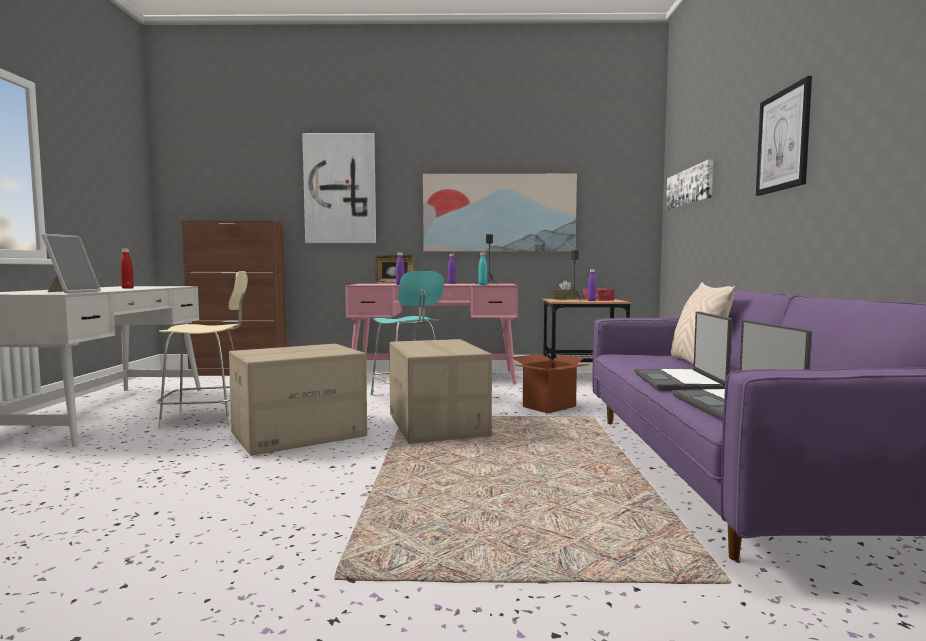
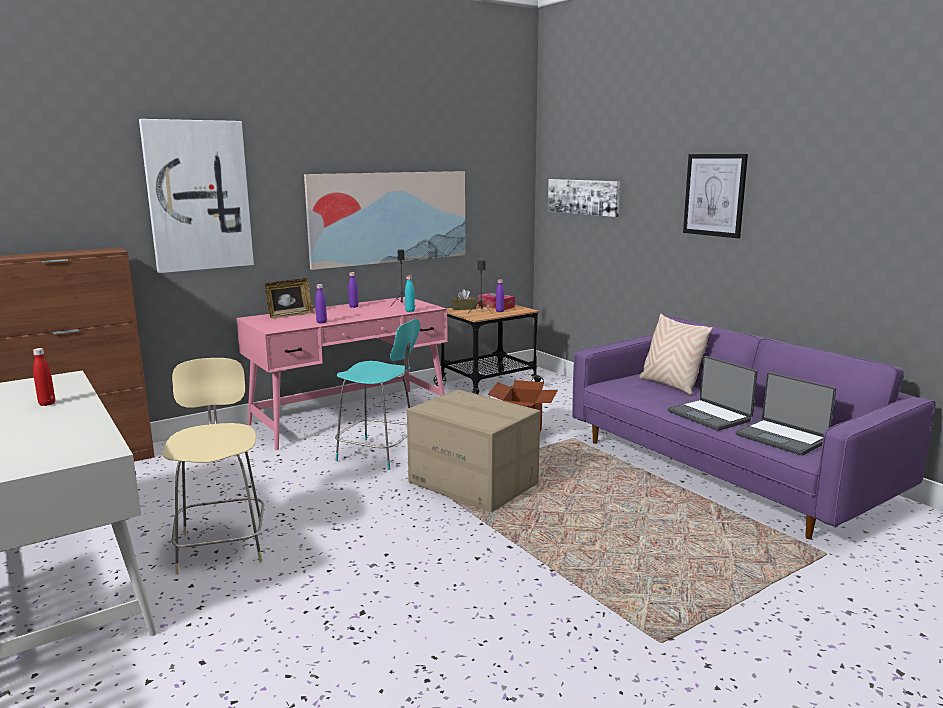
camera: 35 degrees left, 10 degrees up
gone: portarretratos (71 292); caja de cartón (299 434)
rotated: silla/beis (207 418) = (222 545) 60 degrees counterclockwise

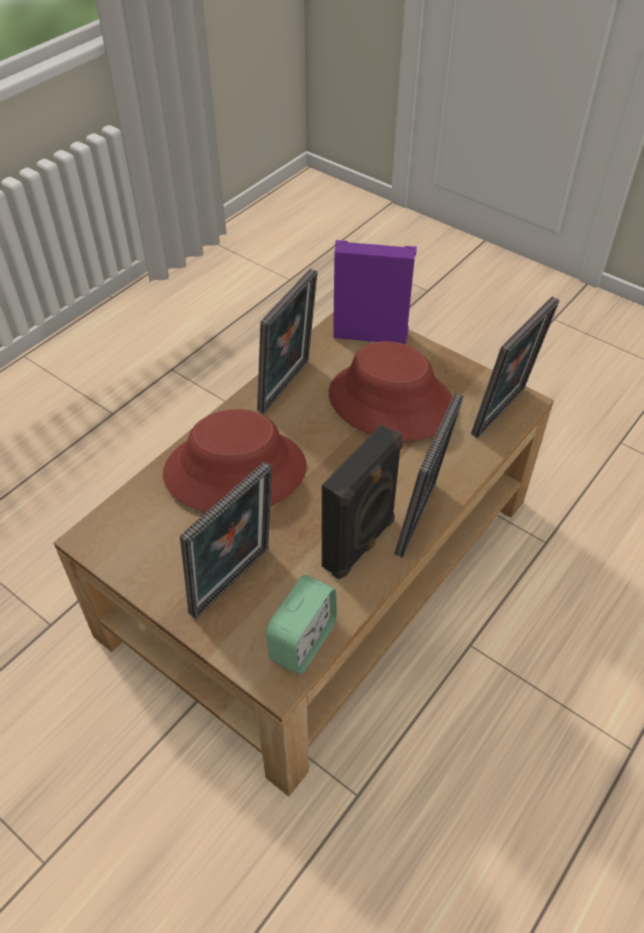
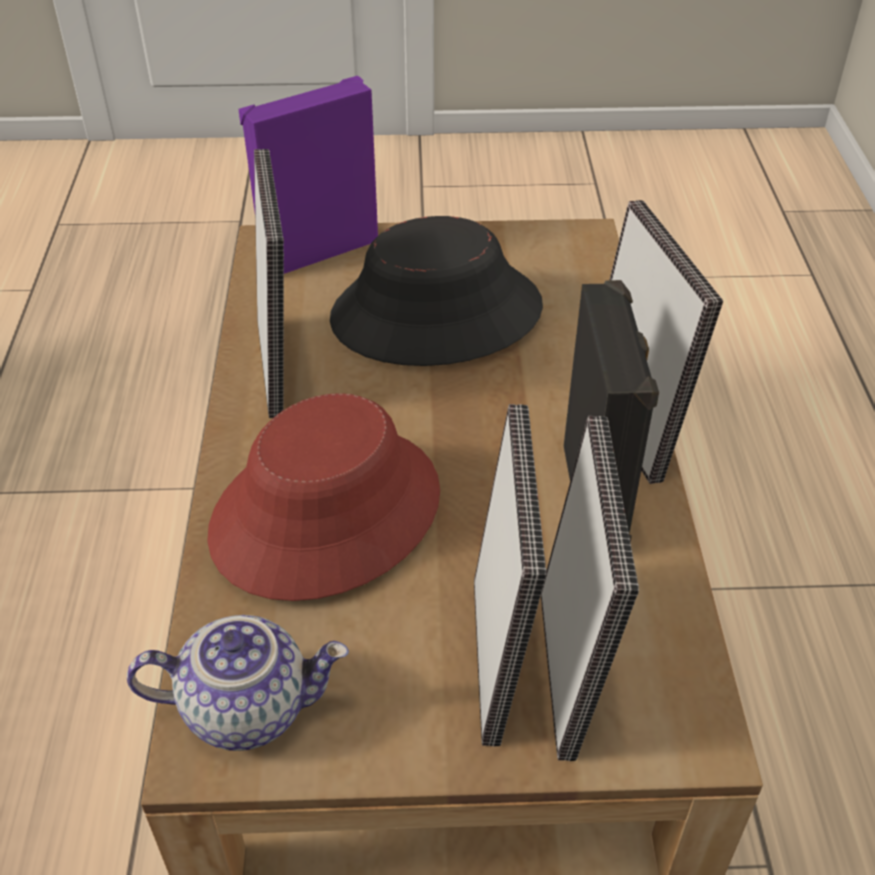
camera: 40 degrees left, 5 degrees down
gone: despertador (303 641)
new: tetera (248 706)
shifted: portarretratos (503 413) to (570 672)
repainted: sombrero/rojo (390 402) to sombrero/negro (436 314)

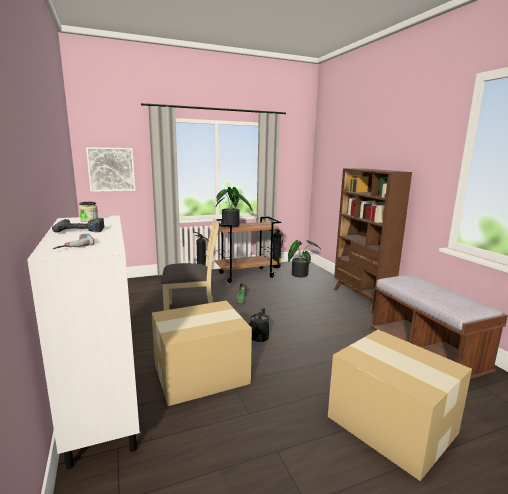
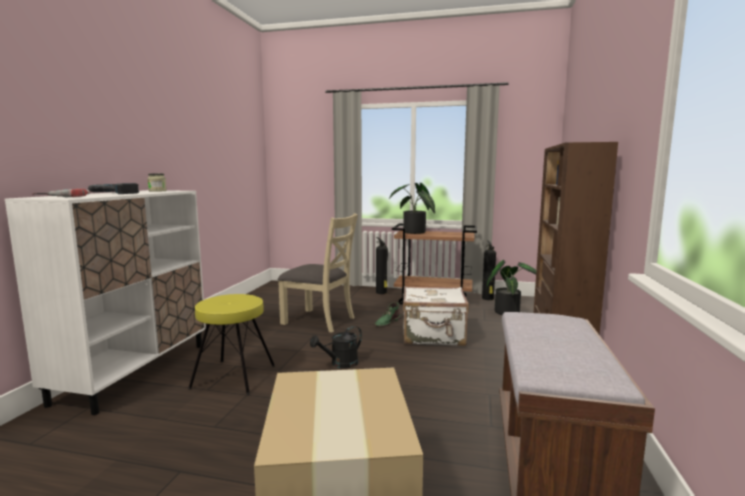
camera: 35 degrees right, 5 degrees down
gone: cuadro (111 169)
new: maleta/blanco (433 336)
swapped: caja de cartón (199 374) to taburete/amarillo (233 376)

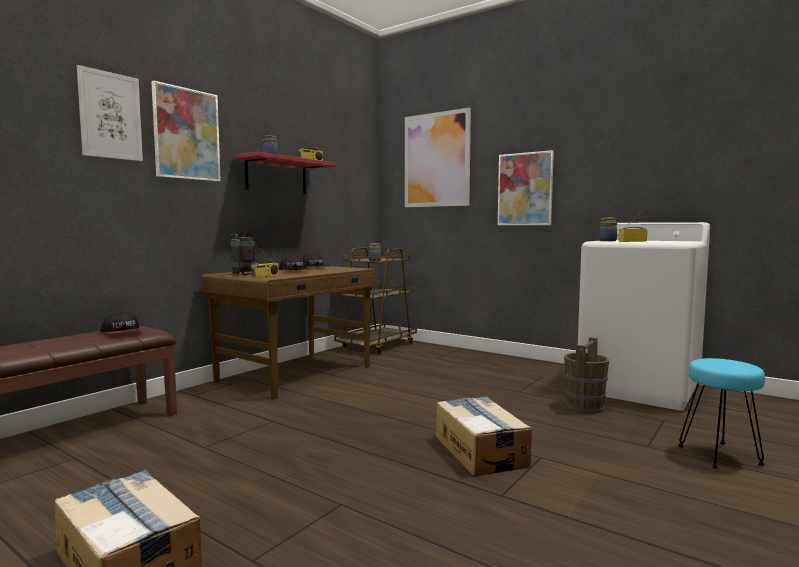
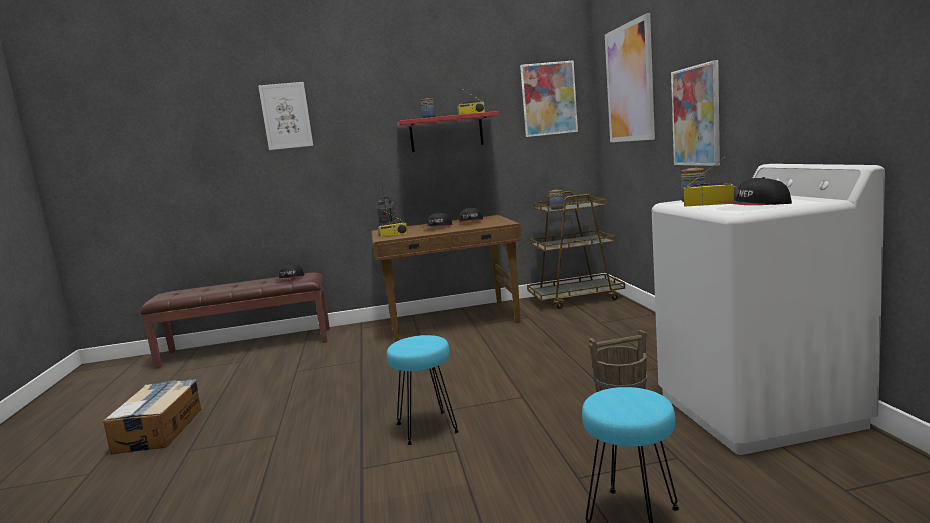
camera: 45 degrees right, 5 degrees up
new: gorra (753 206)
shifted: cuadro (186 134) to (549 99)
swapped: caja de cartón (480 451) to taburete/turquesa (428 428)

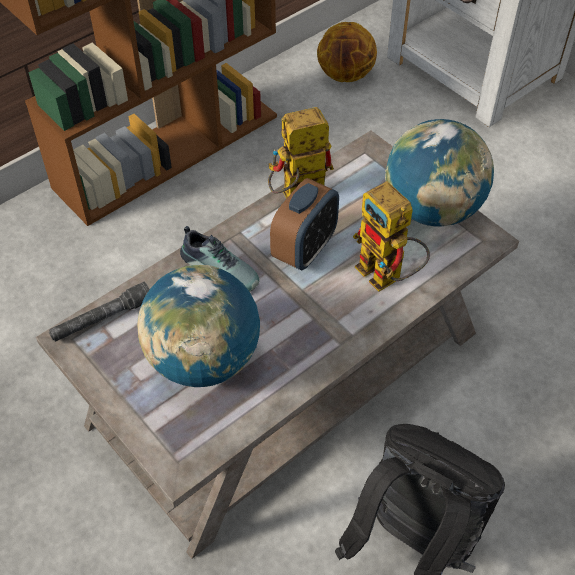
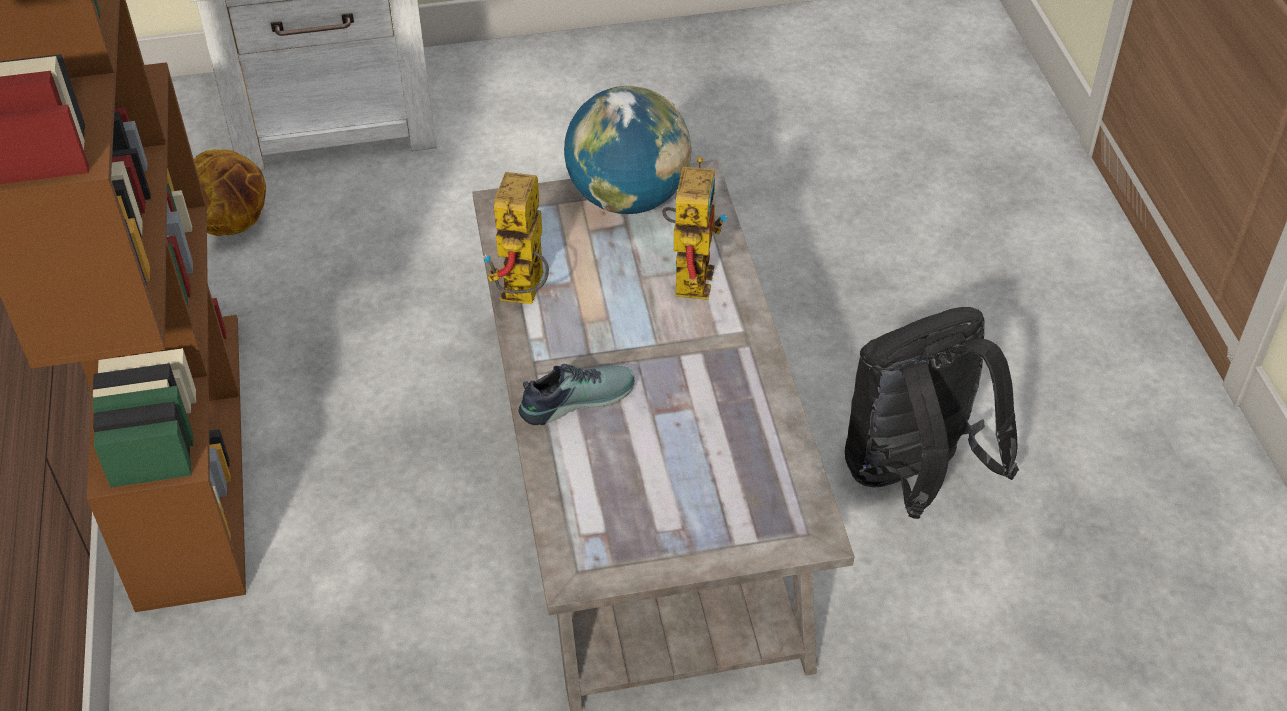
camera: 60 degrees left, 5 degrees down
gone: despertador (304 249); globo terráqueo (203 359); linterna/gris (102 319)
rotated: robot de juguete (387 277) = (690 272) 75 degrees counterclockwise

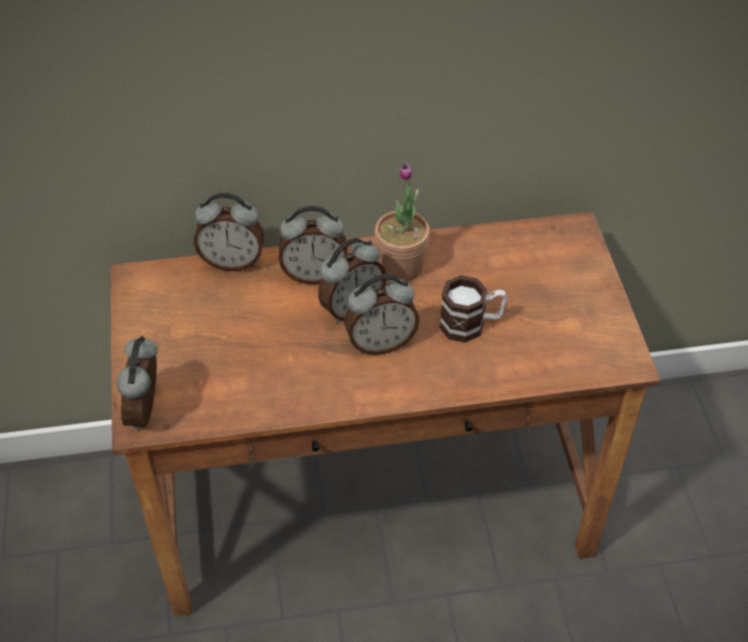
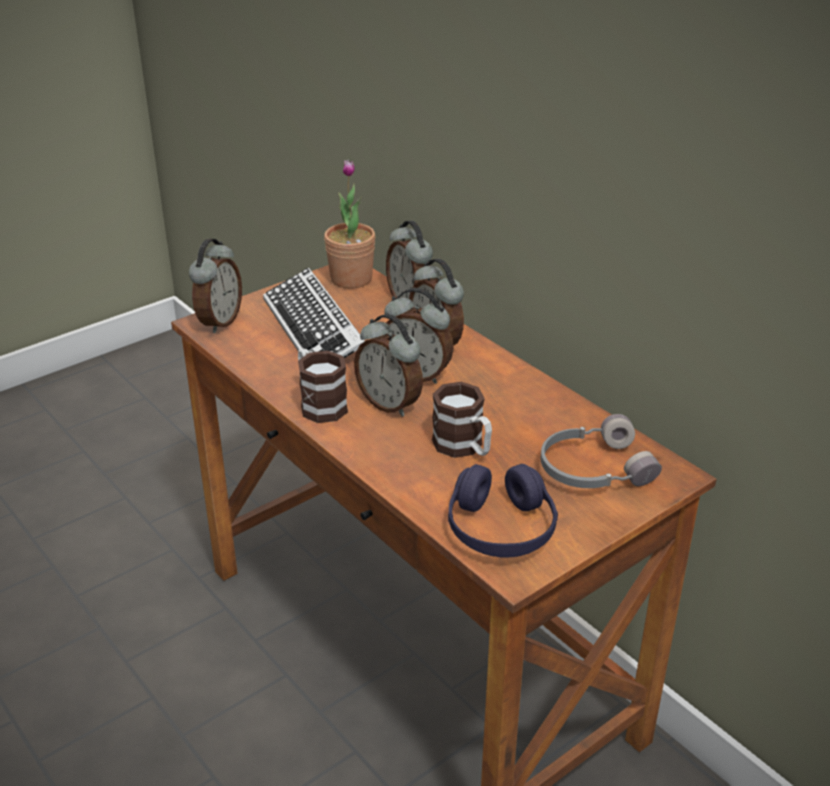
camera: 60 degrees right, 15 degrees down
new: teclado (314 329); taza grande (319 403); auriculares/gris (593 468); auriculares/morado (501 528)
shifted: planta en maceta (401 266) to (351 279)
rotated: despertador (148 411) = (219 322) 135 degrees clockwise

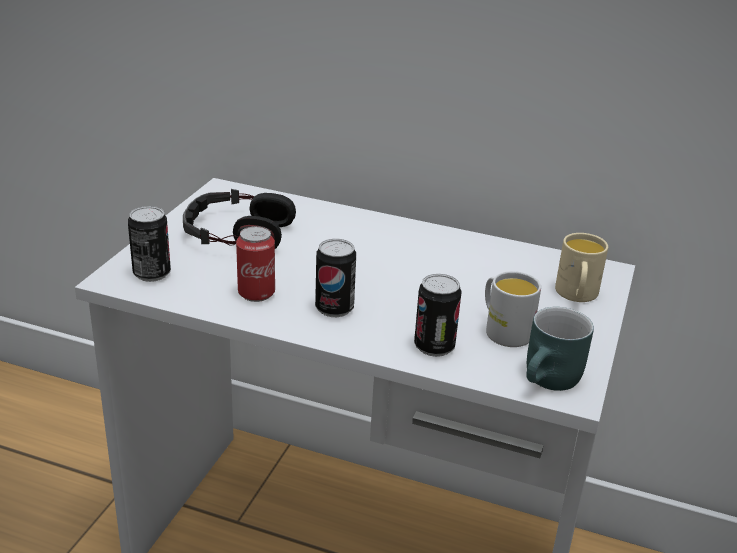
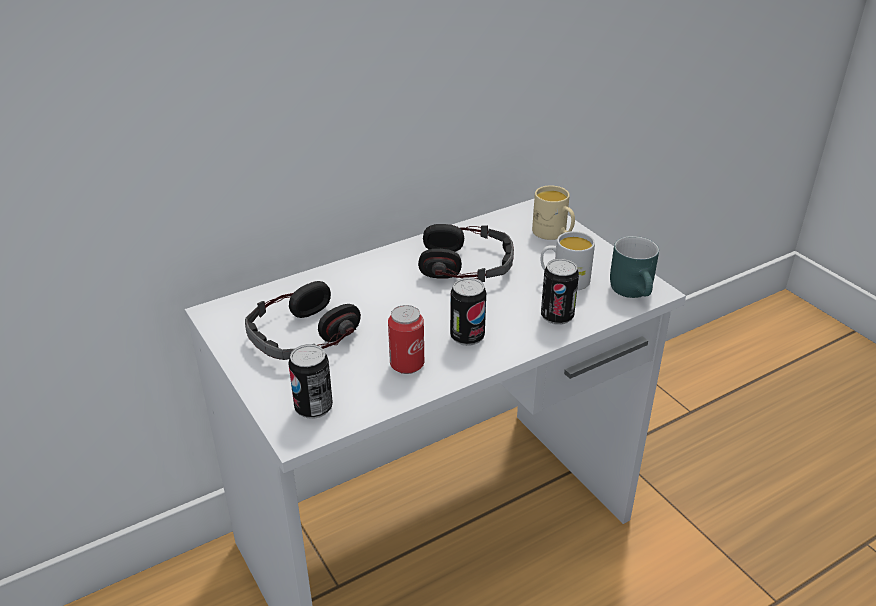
camera: 50 degrees left, 5 degrees up
new: auriculares (466 264)

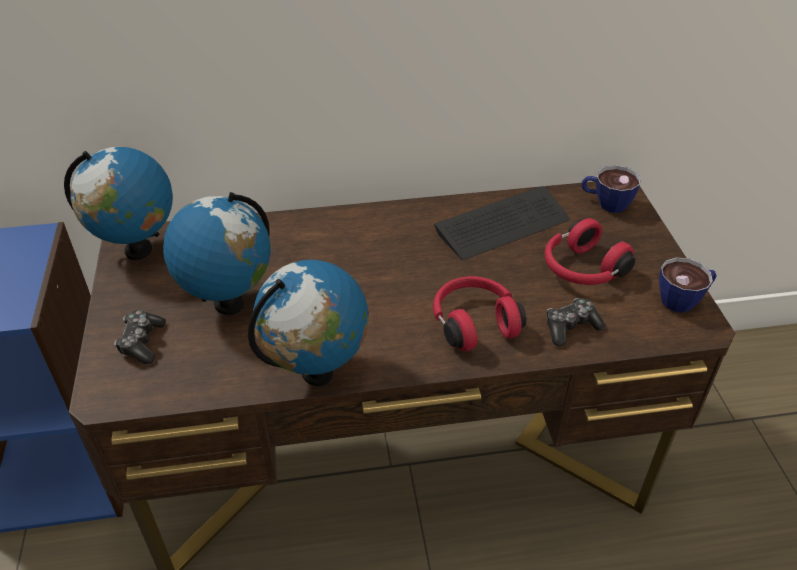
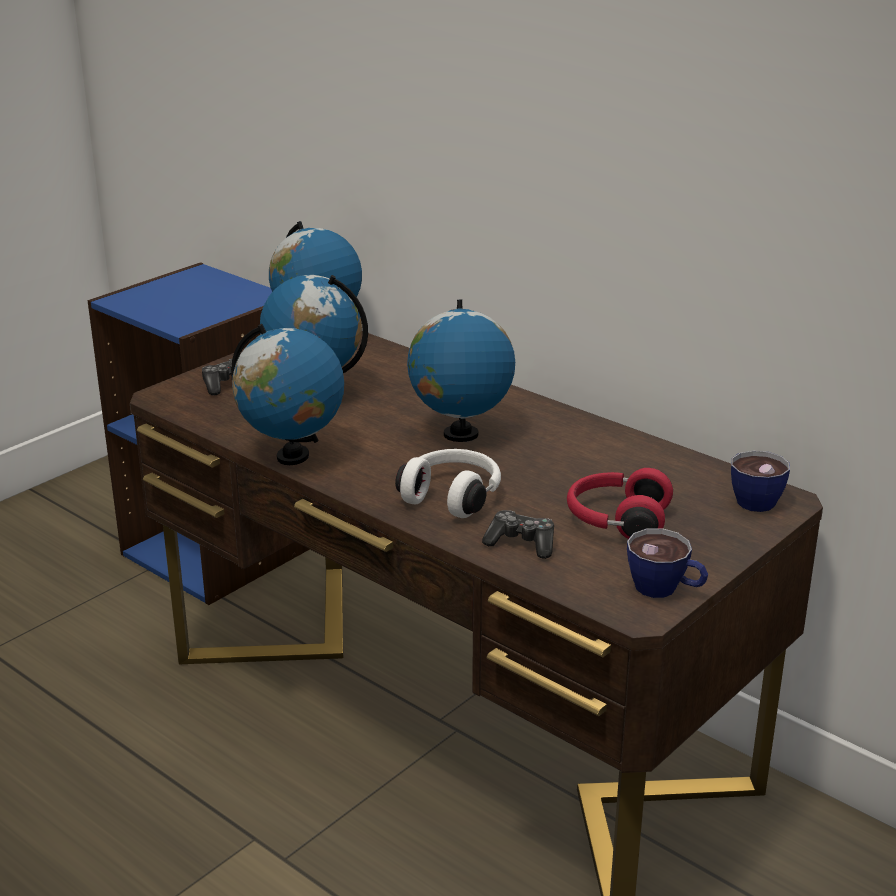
camera: 50 degrees right, 15 degrees down
gone: teclado (502 225)
new: globo terráqueo (460 434)
repainted: auriculares/rojo (473 322) to auriculares/blanco (453 496)

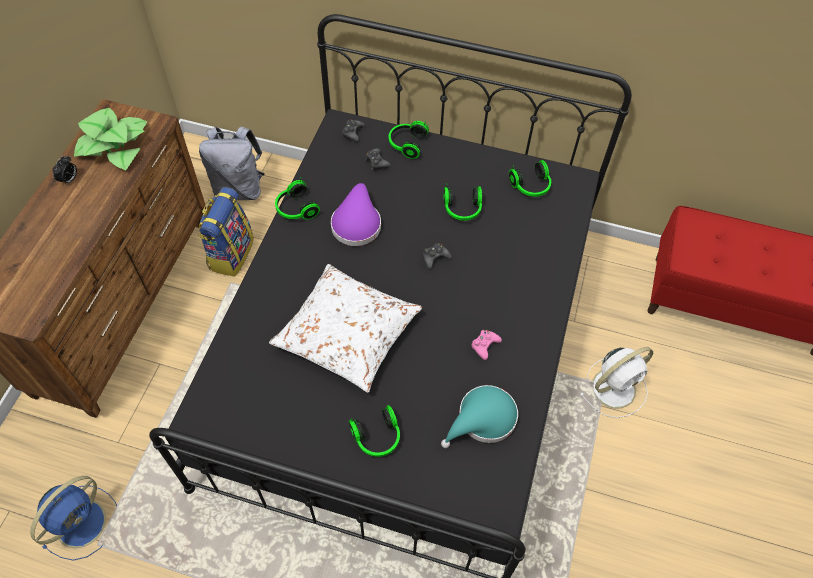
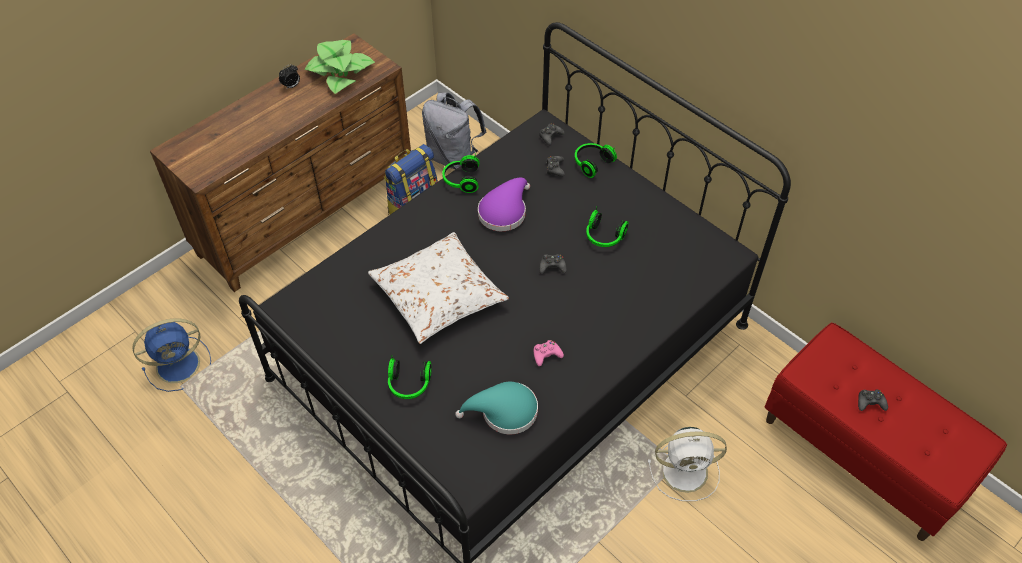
camera: 30 degrees right, 5 degrees down
gone: auriculares (531 187)
new: mando de consola/negro (870 402)

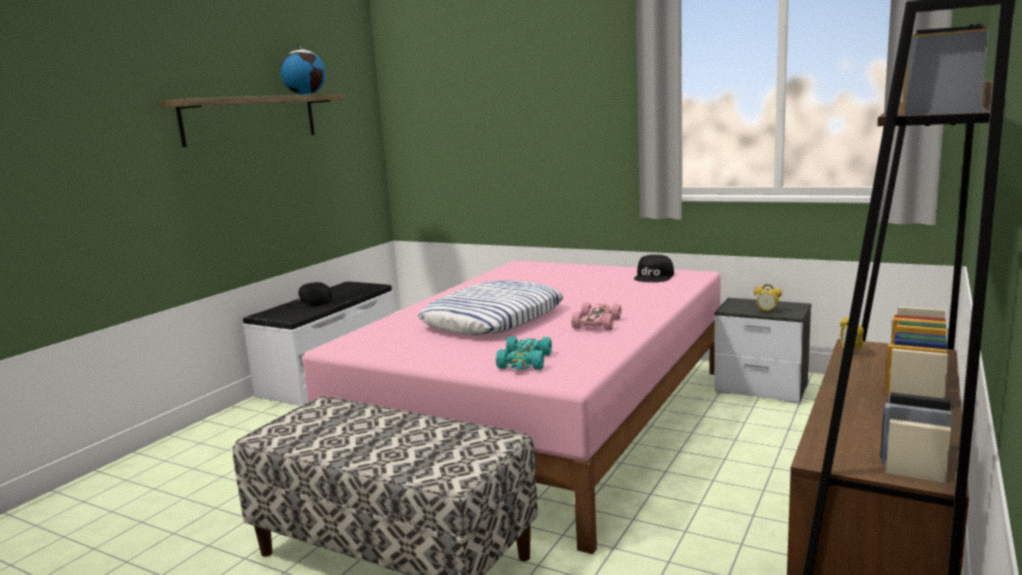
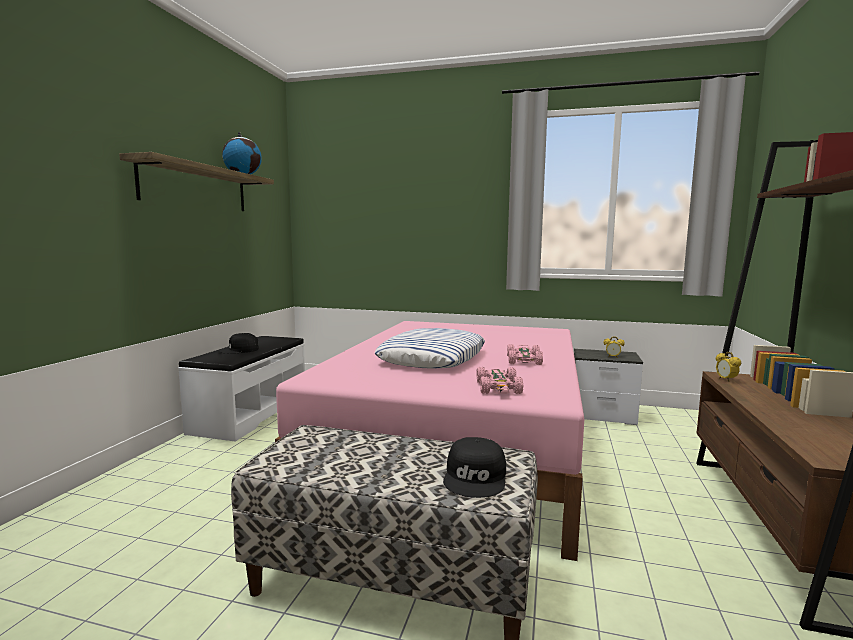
camera: 15 degrees left, 5 degrees down
shifted: gorra/negro (654 277) to (476 477)
repainted: coche de juguete/turquesa (525 362) to coche de juguete/rosa (499 388)

